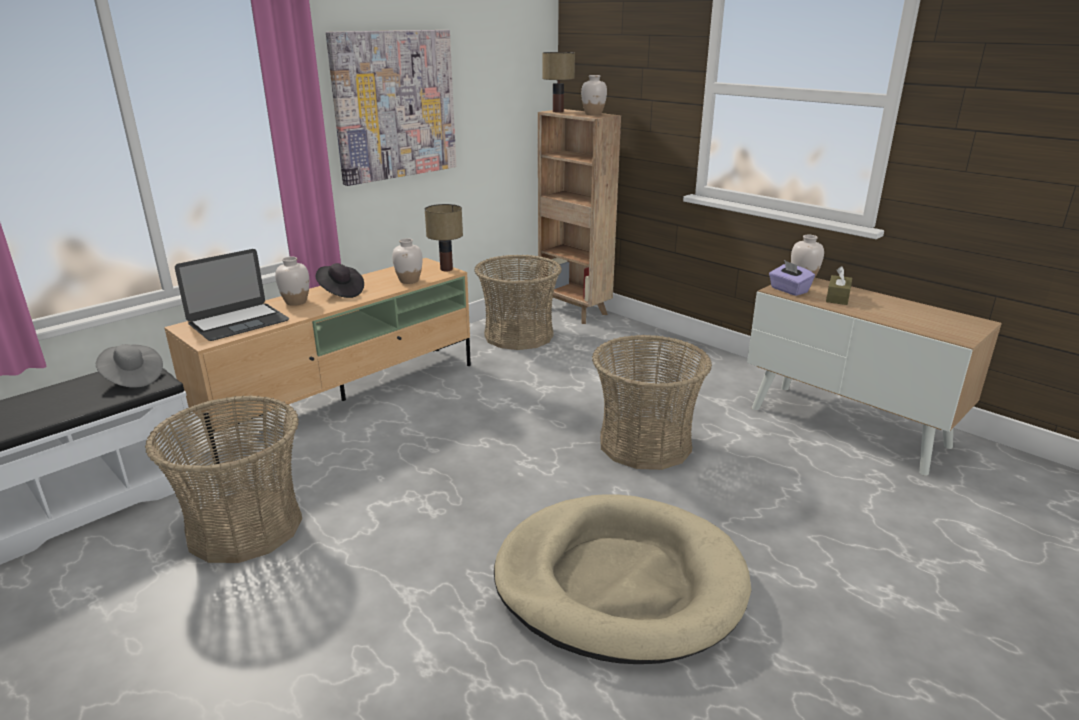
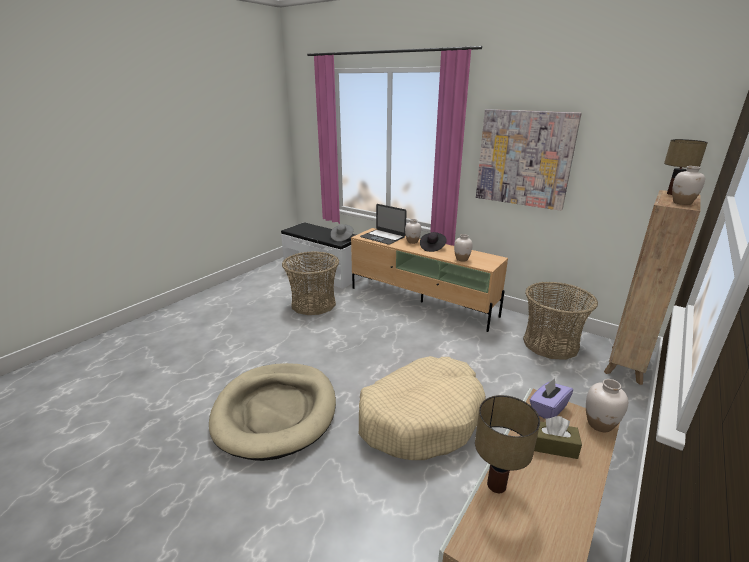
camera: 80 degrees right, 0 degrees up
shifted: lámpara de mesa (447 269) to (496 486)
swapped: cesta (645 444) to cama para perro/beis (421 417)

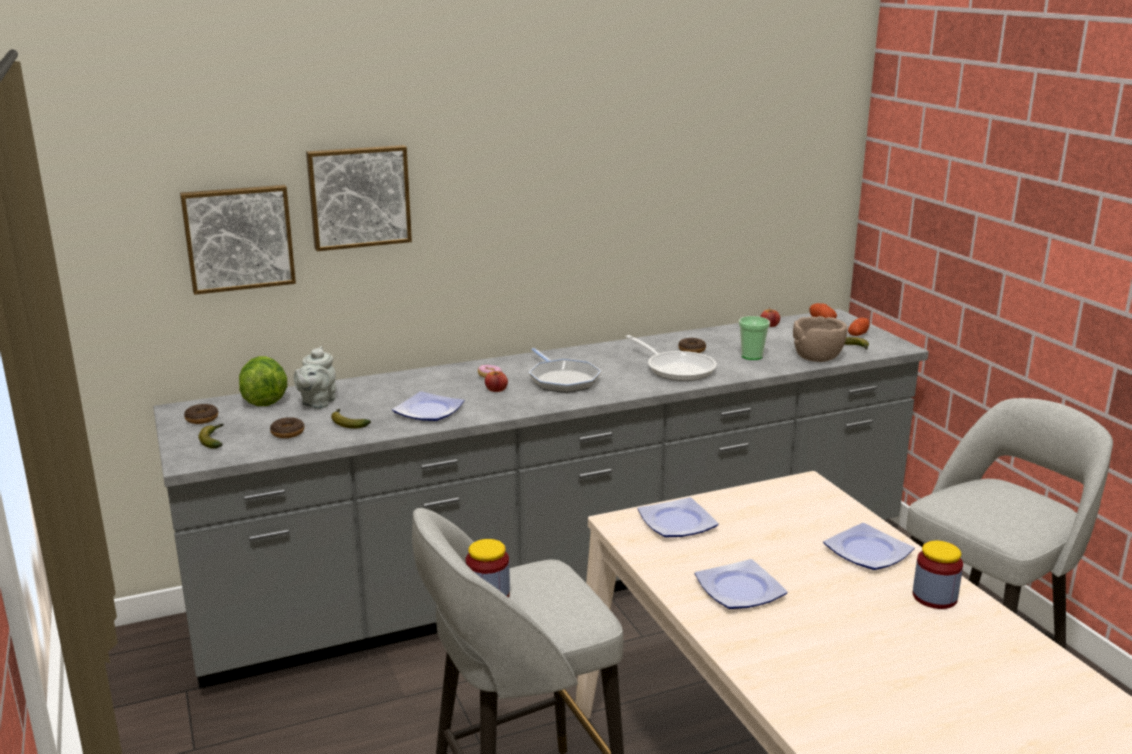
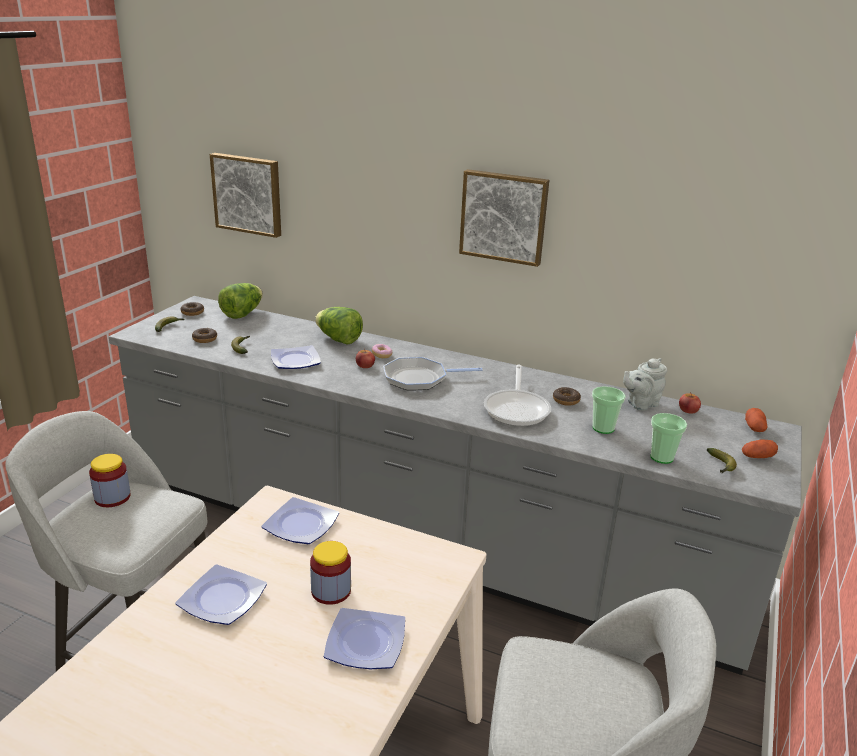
camera: 45 degrees right, 5 degrees up
new: lechuga (338 339)
shifted: cuadro (359 196) to (504 216); tetera/gris (317 403) to (640 404); tarro (934 597) to (331 591)
swapped: cuenco/marrón (817 357) to taza (661 457)
rotated: sartén (562 380) = (419 378) 60 degrees clockwise

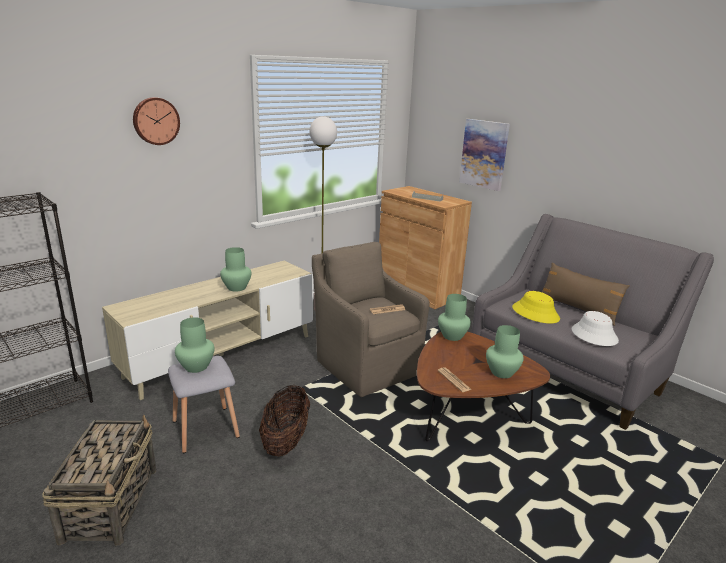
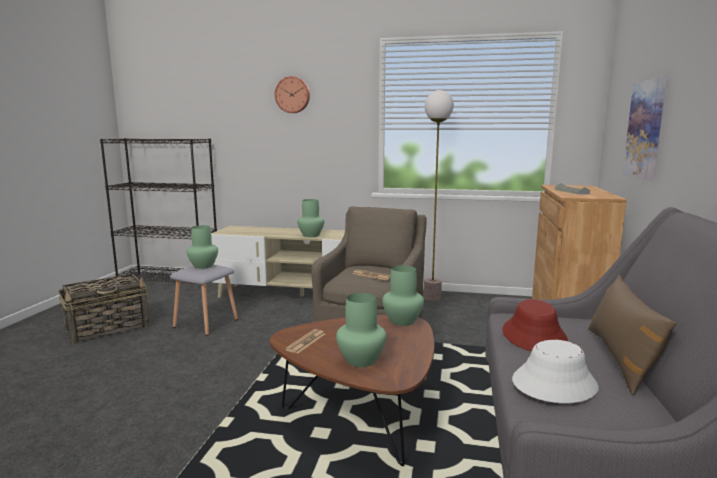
camera: 55 degrees right, 10 degrees down
gone: cesta (286 441)
repainted: sombrero/amarillo (535 313) to sombrero/rojo (534 336)

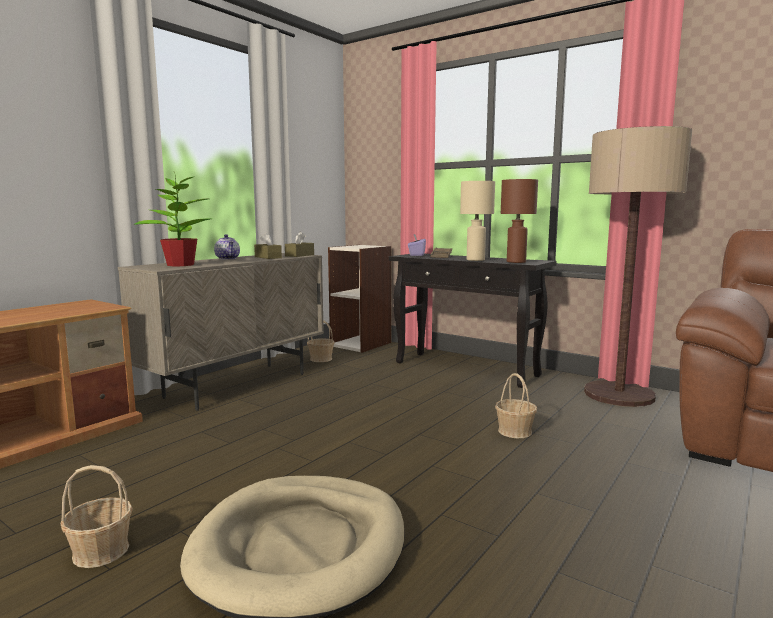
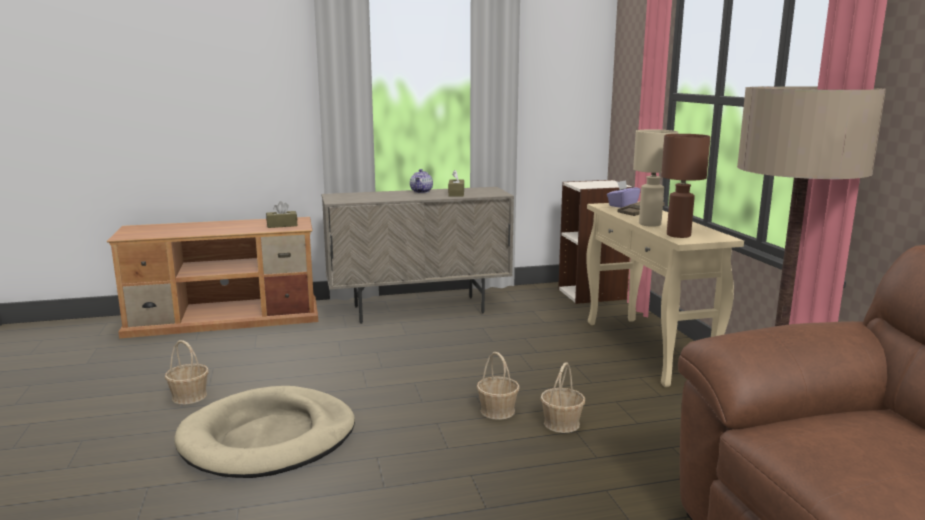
camera: 40 degrees right, 5 degrees up
gone: planta en maceta (180 265)
shifted: caja de pañuelos/marrón (299 255) to (282 225); cesta (321 359) to (497 411)
repainted: mesa consola/negro (467 369) to mesa consola/beis (647 350)

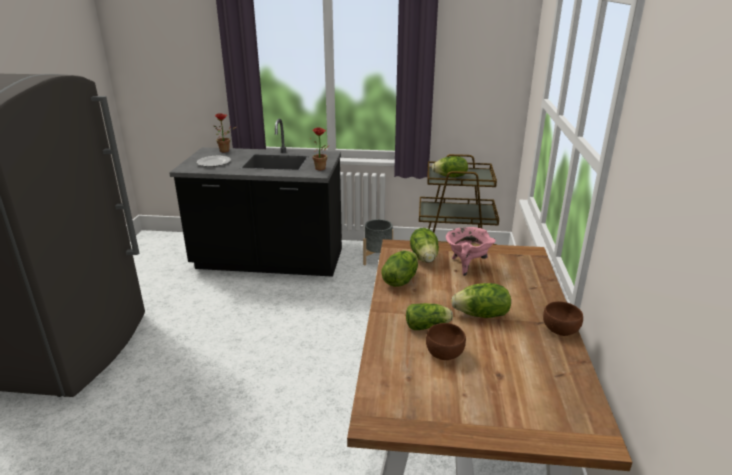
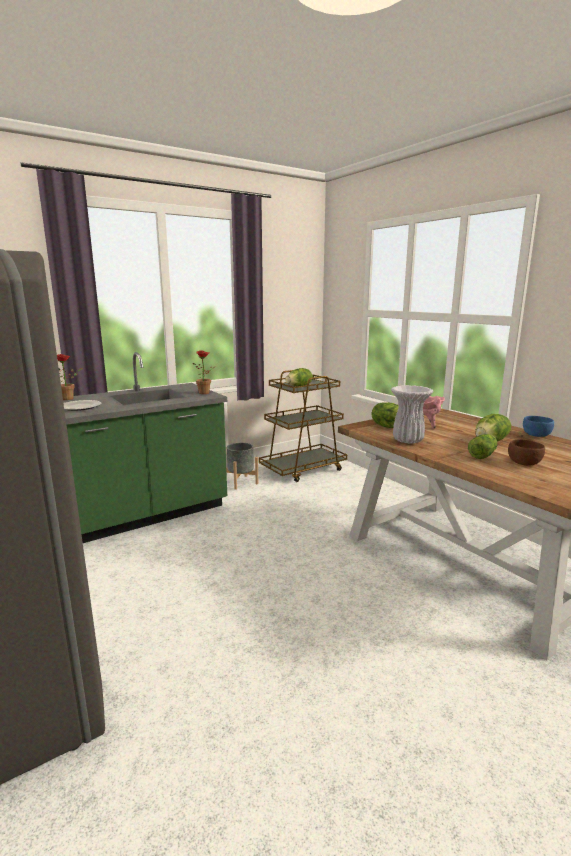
camera: 40 degrees left, 10 degrees down
swapped: lechuga (400 280) to florero/blanco (407 441)
repainted: mueble bajo de cocina/negro (269 261) to mueble bajo de cocina/verde (141 515); cuenco/marrón (560 330) to cuenco/azul (536 435)

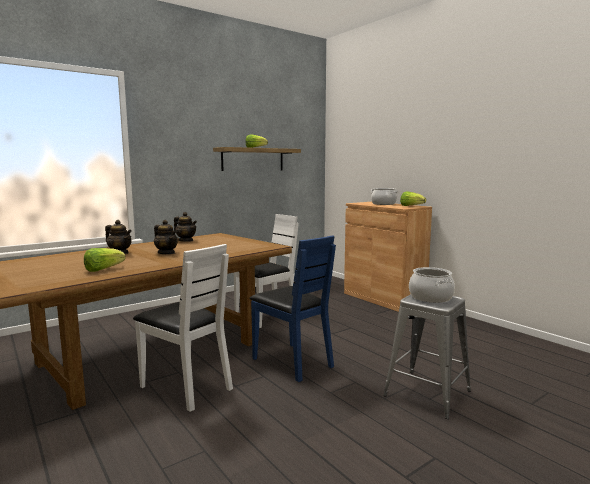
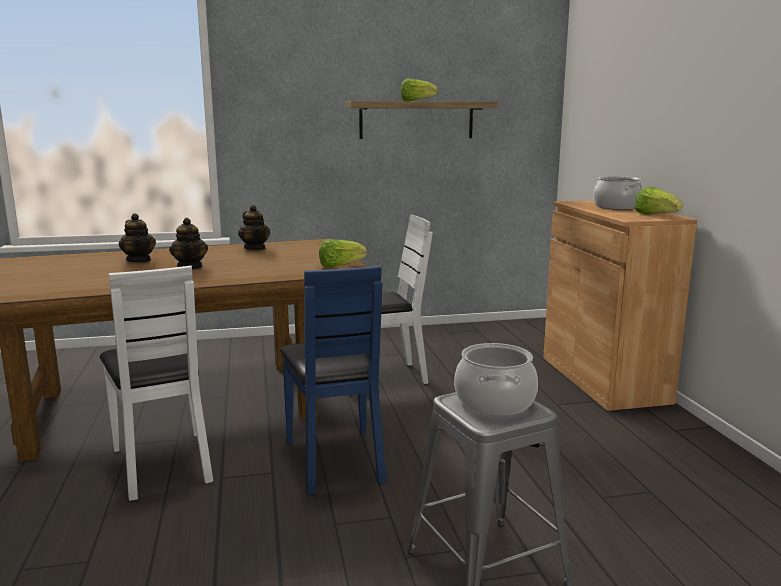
camera: 25 degrees right, 5 degrees up
shifted: lechuga (103 269) to (340 266)

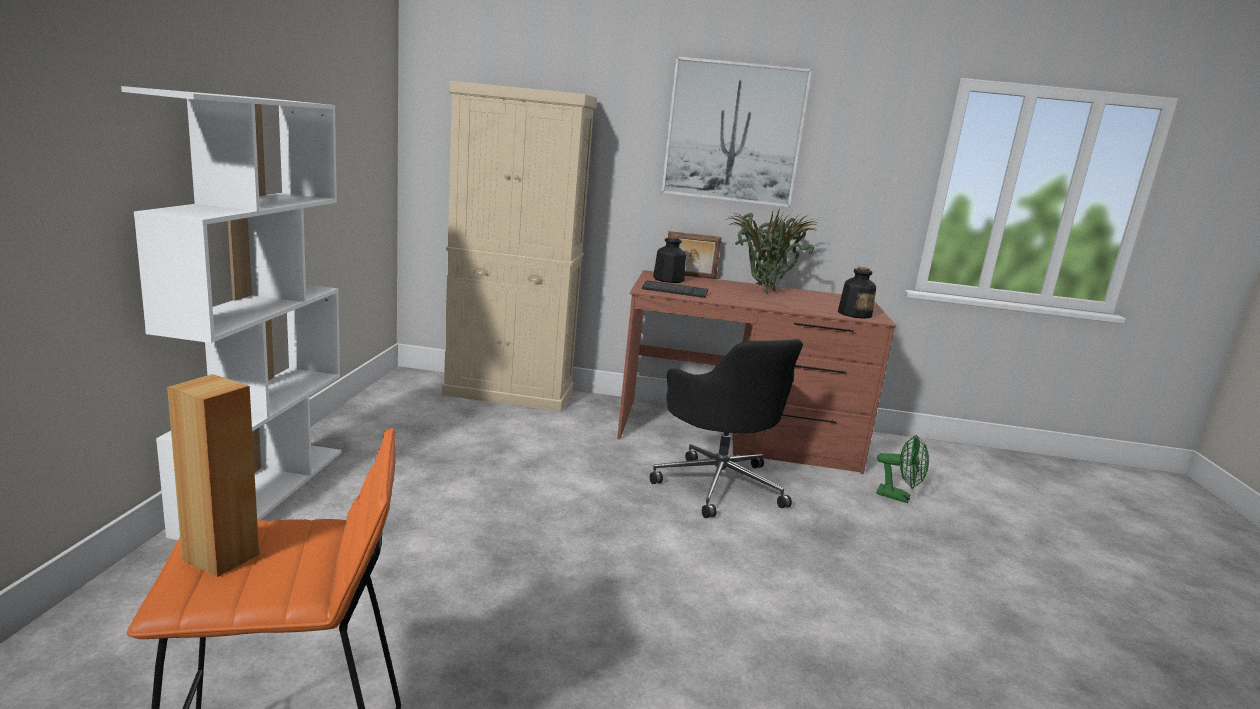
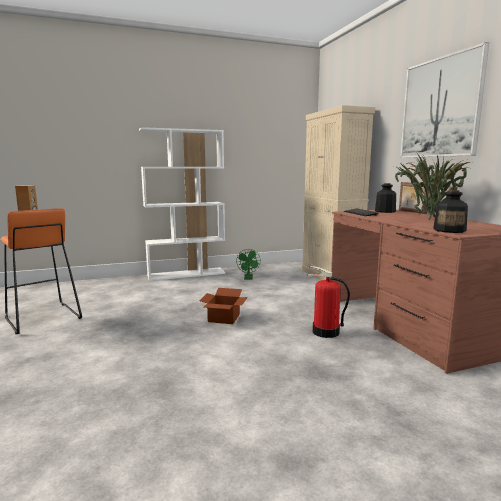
camera: 65 degrees right, 5 degrees down
new: caja de cartón (223 318)
shifted: ventilador/verde (899 497) to (248 278)
swapped: silla de oficina/negro (718 484) to extintor (325 332)

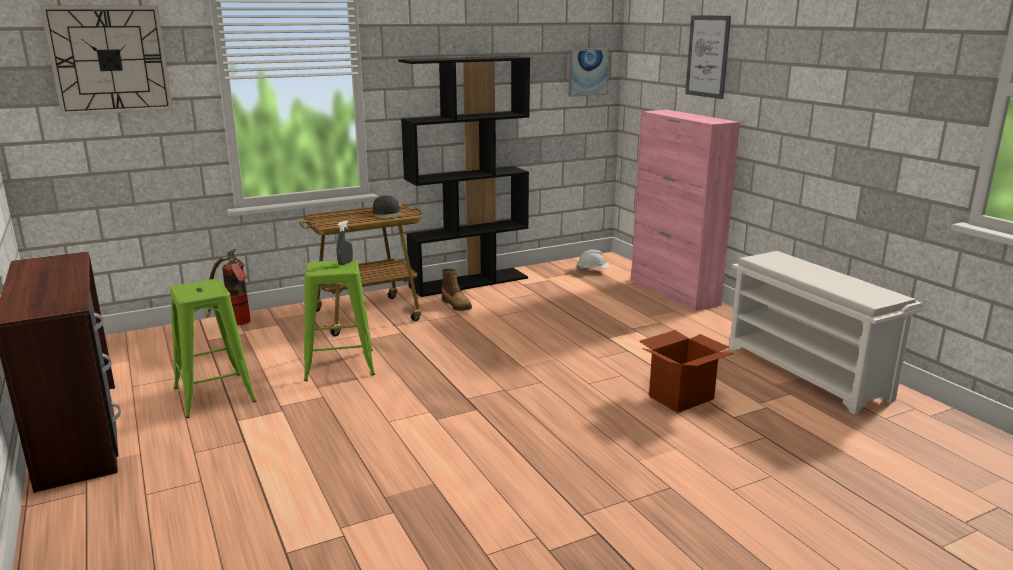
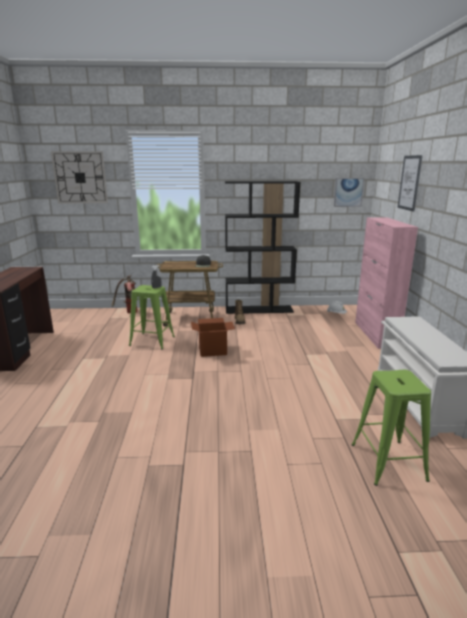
camera: 25 degrees right, 0 degrees up
shifted: taburete/verde (214 394) to (387 461); caja de cartón (681 397) to (213 351)

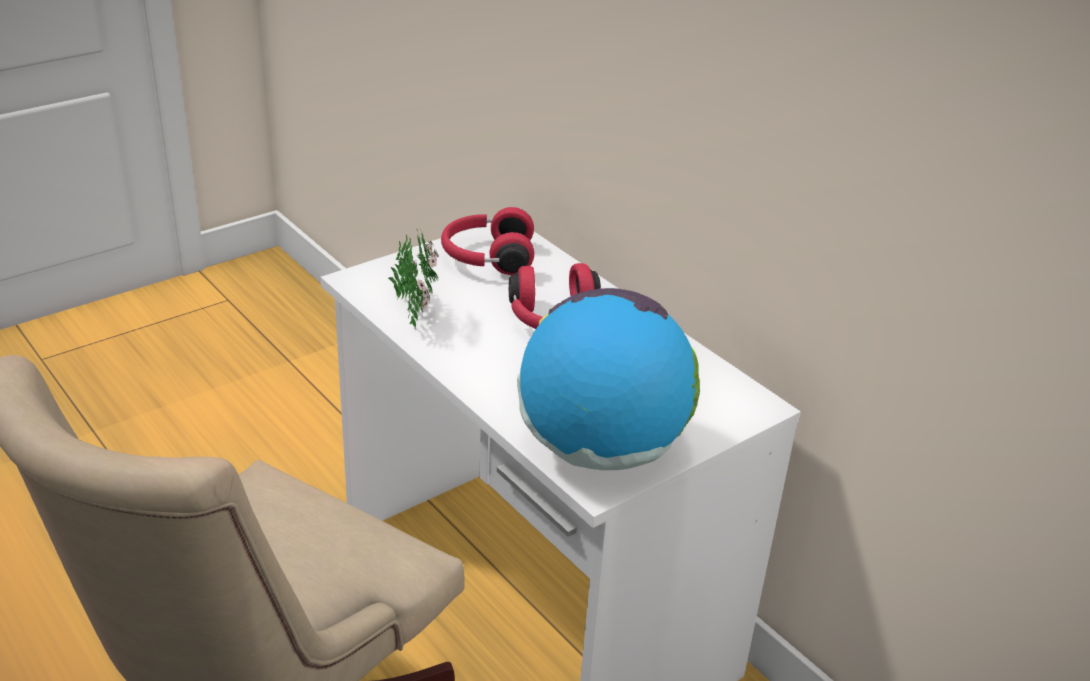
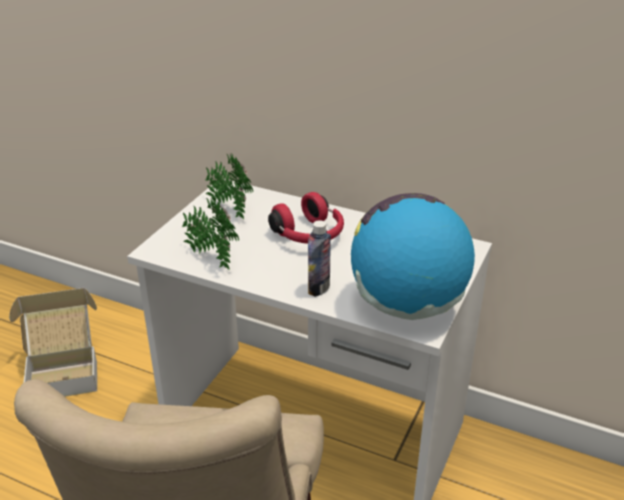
camera: 25 degrees left, 0 degrees up
new: botella (319 288); caja de cartón (64 369)
swapped: auriculares/rojo (487 258) to planta en maceta (230 209)

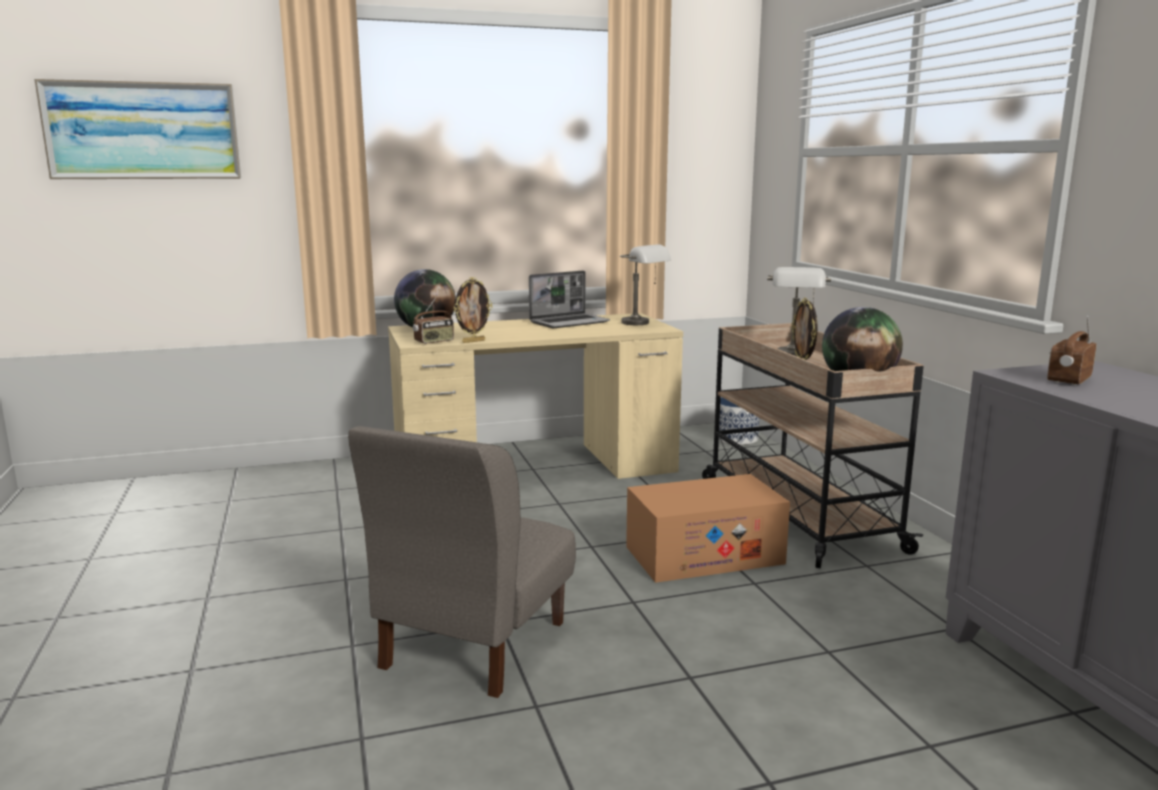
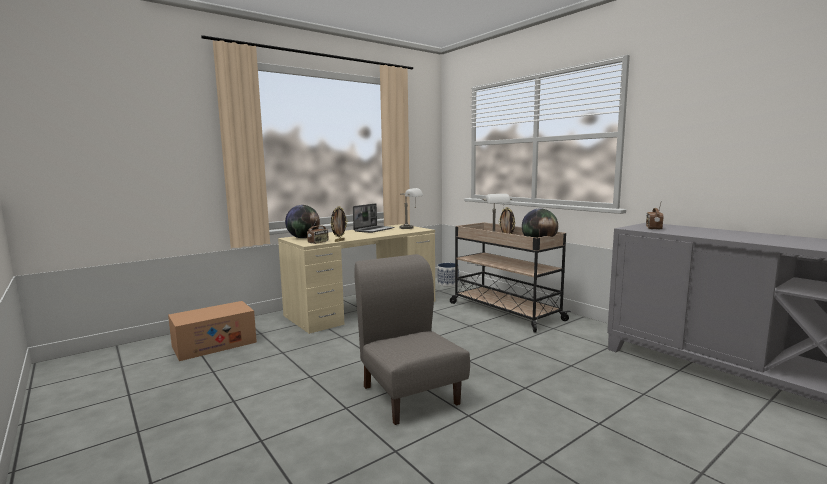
camera: 20 degrees left, 5 degrees down
gone: cuadro (143 131)
shifted: caja de cartón (704 555) to (214 344)
rotated: silla/gris (472 644) = (410 394) 150 degrees clockwise

